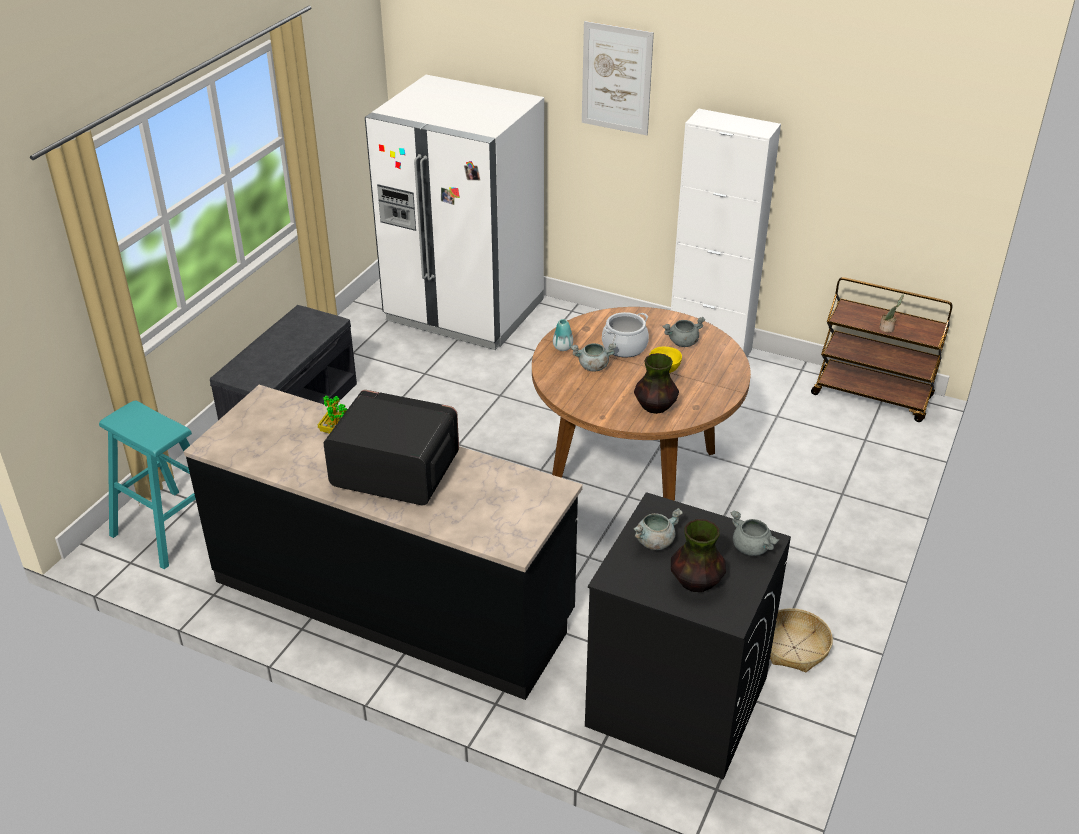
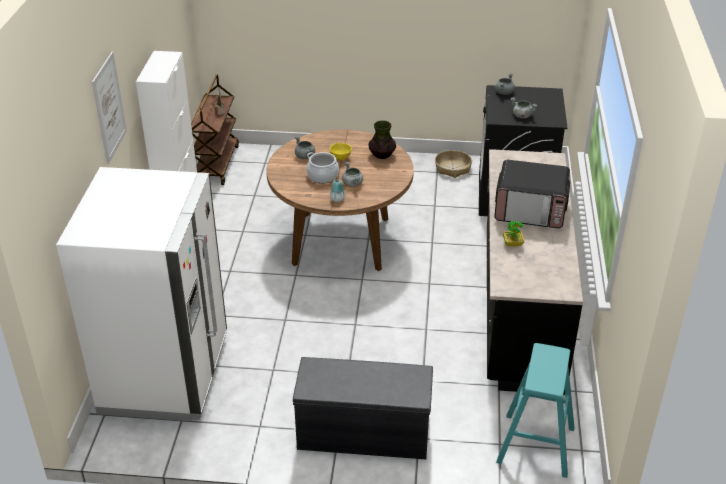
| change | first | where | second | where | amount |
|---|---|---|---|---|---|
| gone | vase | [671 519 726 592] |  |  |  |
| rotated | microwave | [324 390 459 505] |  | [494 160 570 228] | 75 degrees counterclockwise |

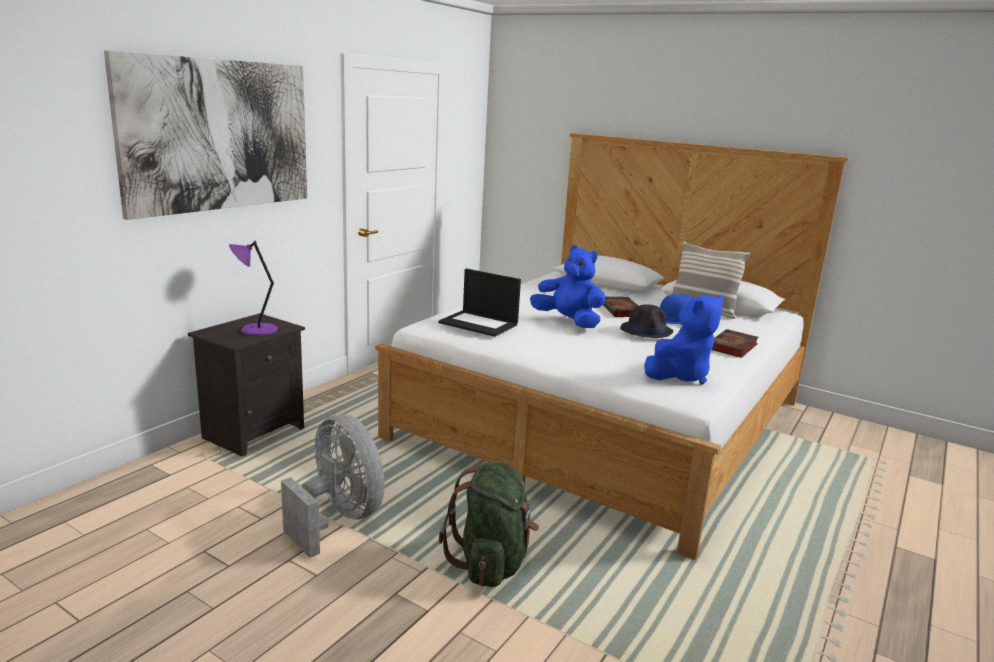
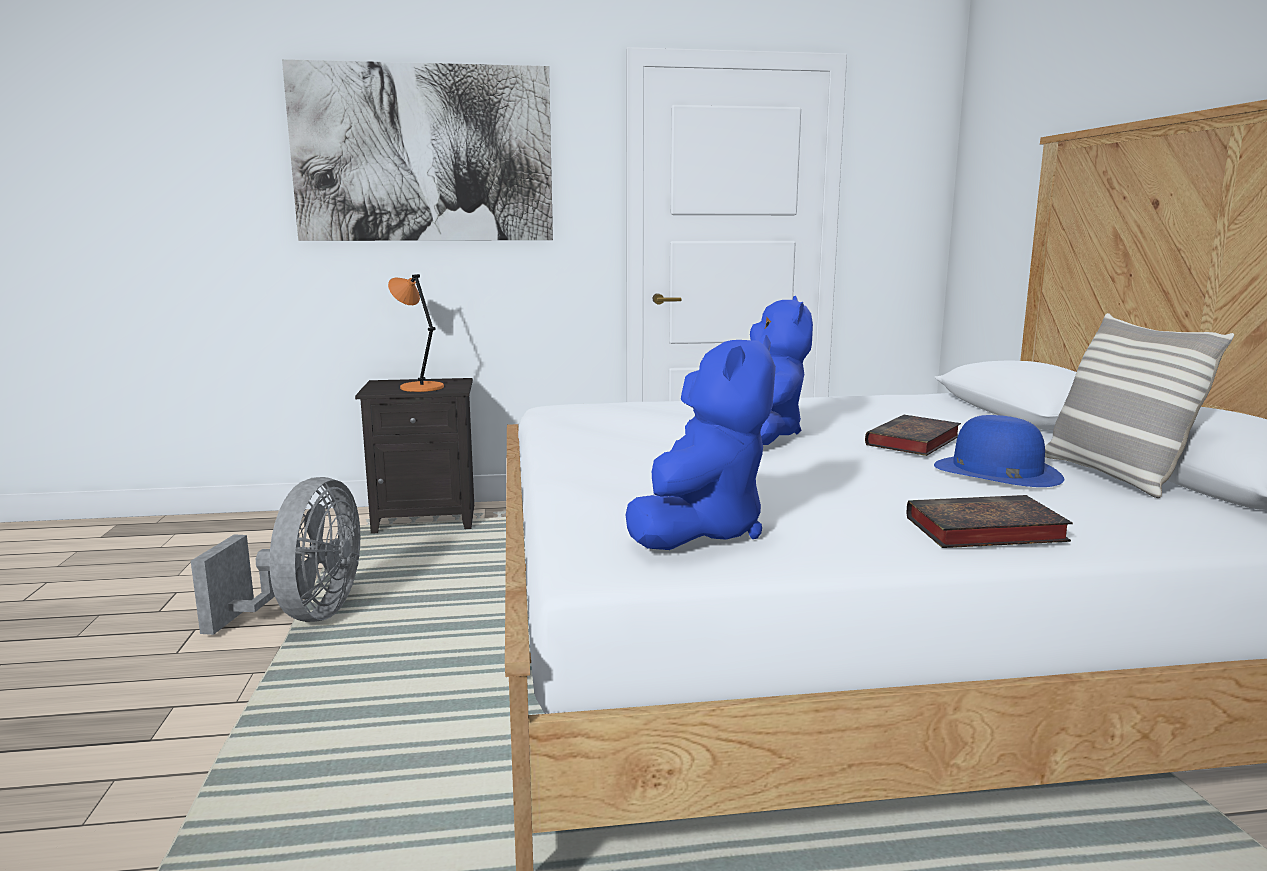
| change | first | where | second | where | amount |
|---|---|---|---|---|---|
| gone | laptop | [438 268 521 337] |  |  |  |
| gone | green_backpack | [439 462 539 587] |  |  |  |
| gone | black_hat | [620 304 673 338] |  |  |  |
| repainted | purple_table_lamp | [229 241 277 336] | orange_table_lamp | [388 274 444 392] |  |
| rotated | blue_plush_toy | [644 295 724 385] |  | [626 335 776 550] | 75 degrees counterclockwise |

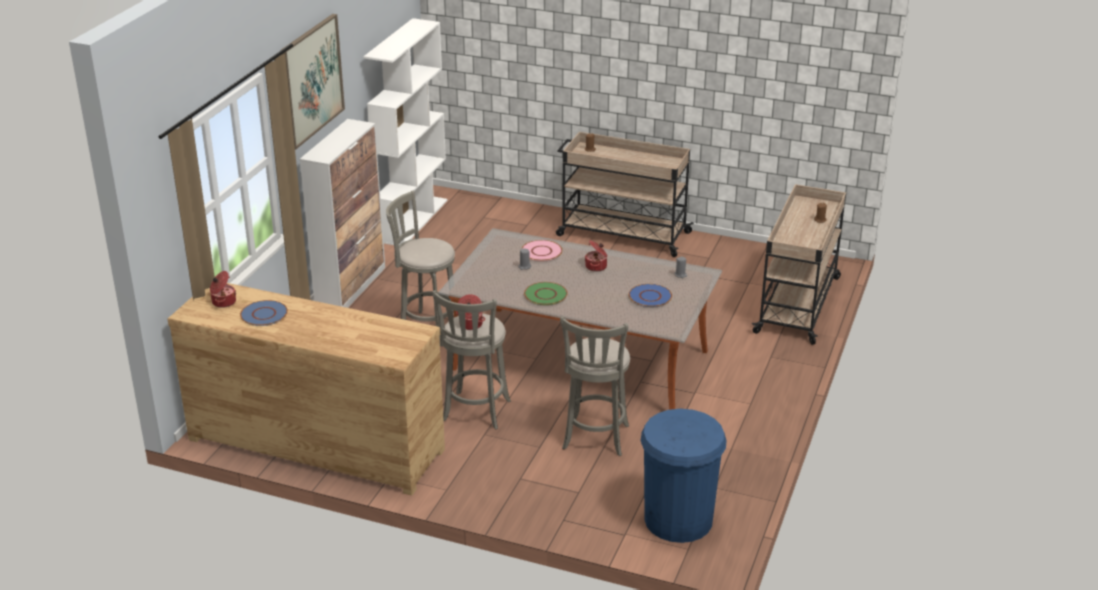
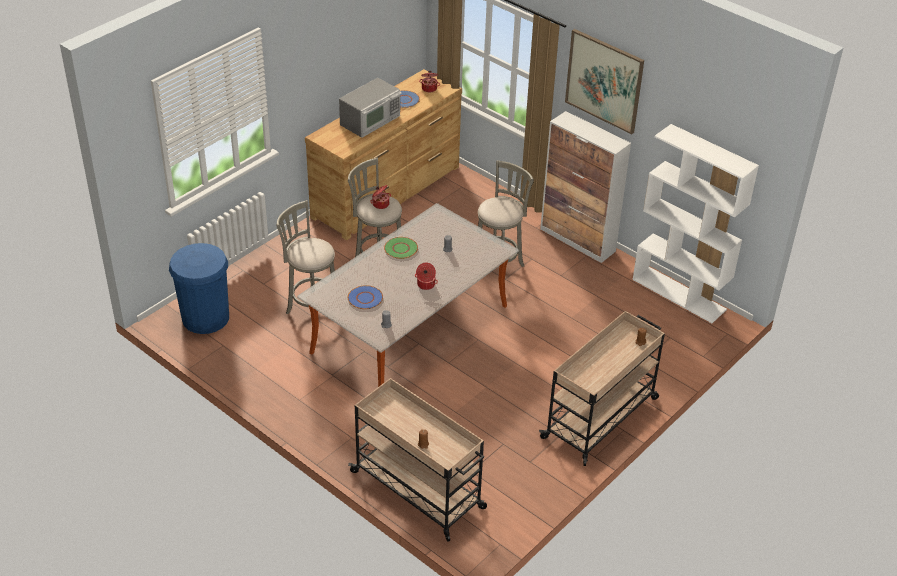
| change | first | where | second | where | amount |
|---|---|---|---|---|---|
| gone | pink_plate | [521 240 562 261] |  |  |  |
| new |  |  | microwave | [339 78 402 138] |  |

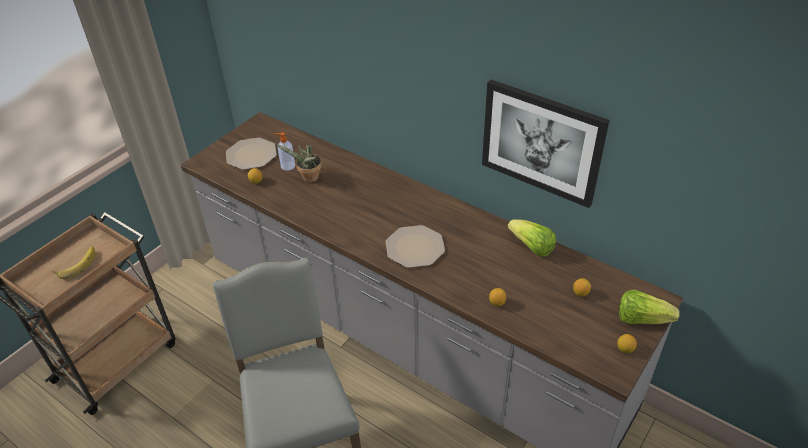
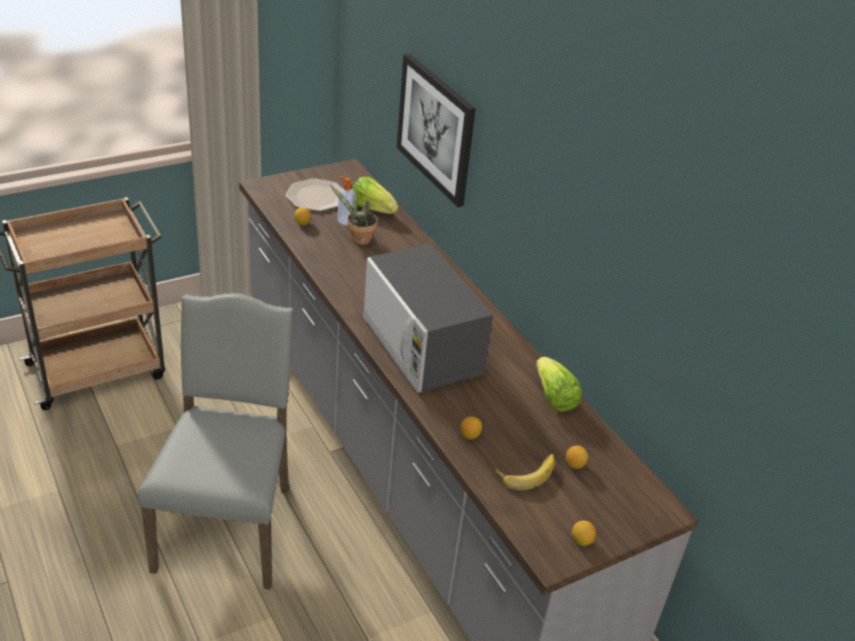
| change | first | where | second | where | amount |
|---|---|---|---|---|---|
| shifted | banana | [52 246 95 279] |  | [495 454 555 490] |  |
| shifted | picture | [482 80 609 208] |  | [397 53 476 207] |  |
| shifted | lettuce | [619 289 680 324] |  | [352 177 398 214] |  |
| swapped | plate | [385 225 445 268] | microwave | [362 244 493 393] |  |

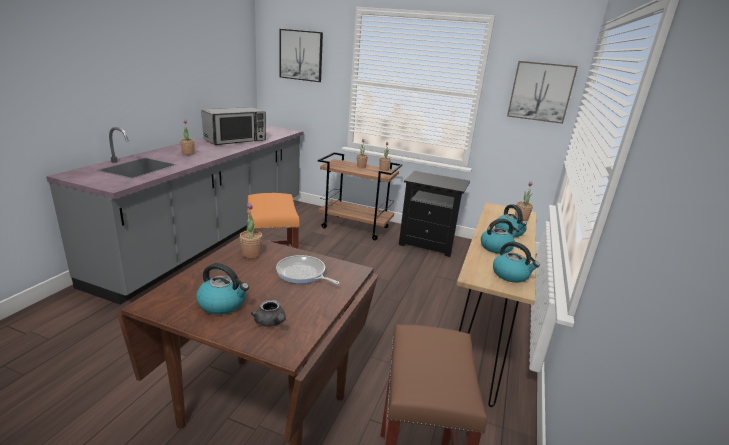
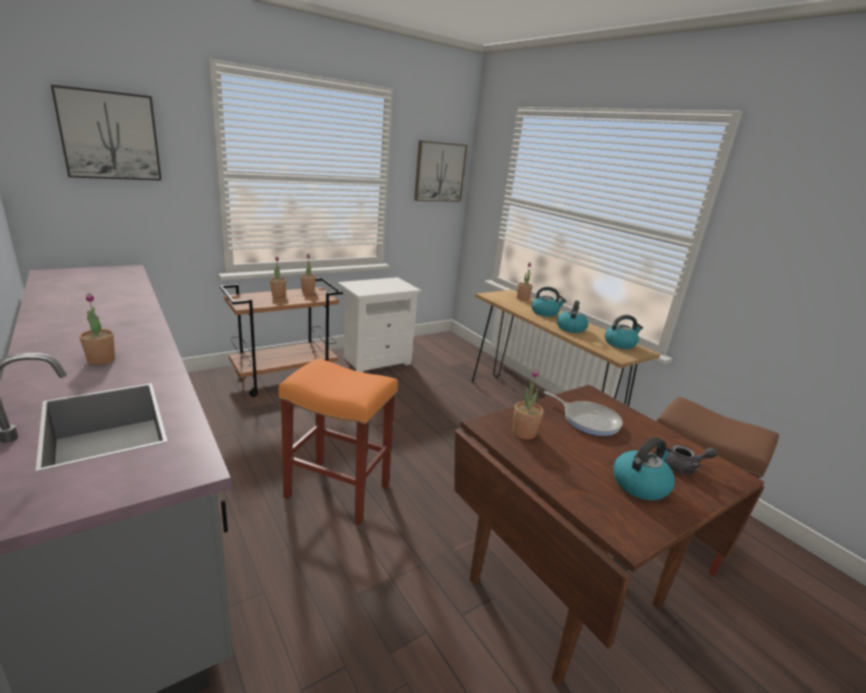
| change | first | where | second | where | amount |
|---|---|---|---|---|---|
| gone | microwave | [201 107 266 145] |  |  |  |
| repainted | black_nightstand | [399 171 470 257] | white_nightstand | [338 277 421 372] |  |
| rotated | frying_pan | [276 255 339 284] |  | [544 391 623 436] | 120 degrees counterclockwise |

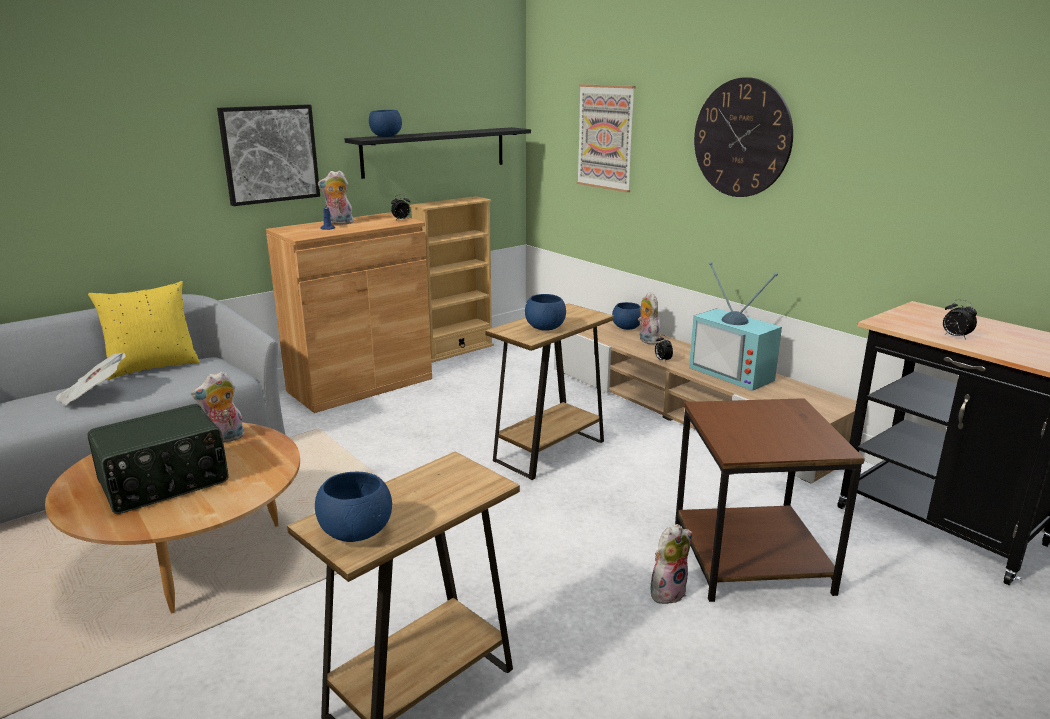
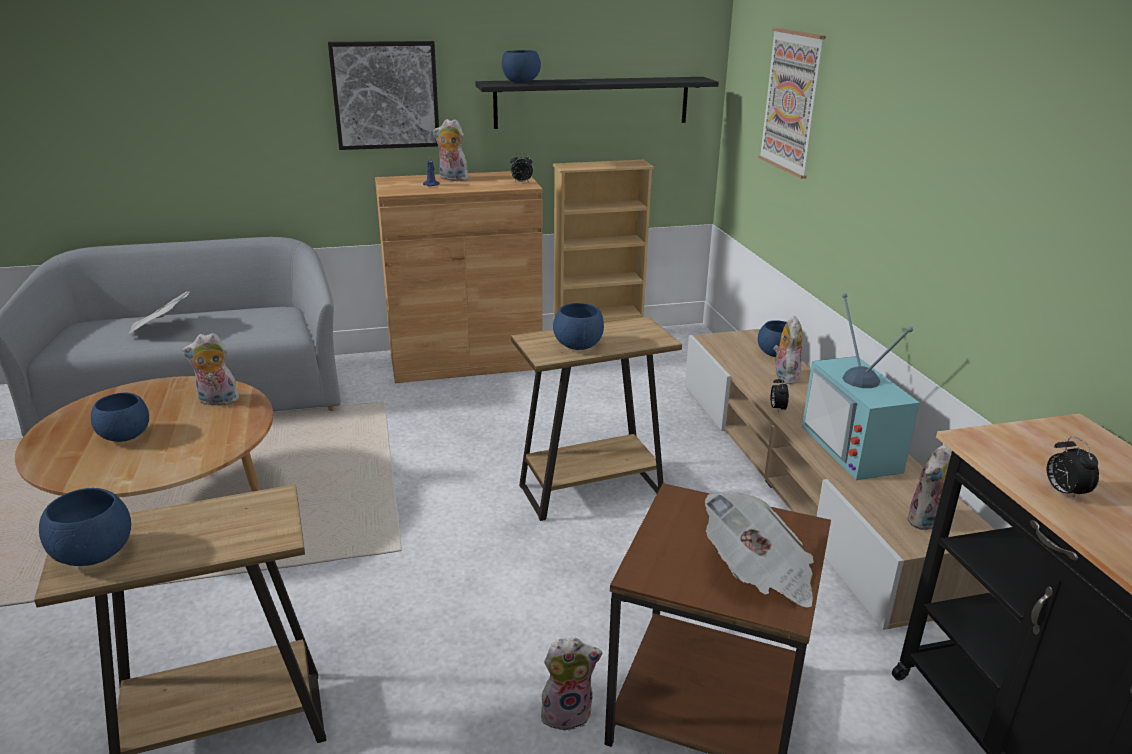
| change | first | where | second | where | amount |
|---|---|---|---|---|---|
| gone | yellow_pillow | [88 281 200 380] |  |  |  |
| gone | wall_clock | [694 77 793 197] |  |  |  |
| new |  |  | newspaper | [705 492 814 608] |  |
| new |  |  | plush_toy | [906 444 952 531] |  |
| swapped | radio | [87 404 228 514] | blue_bowl | [91 393 149 442] |  |

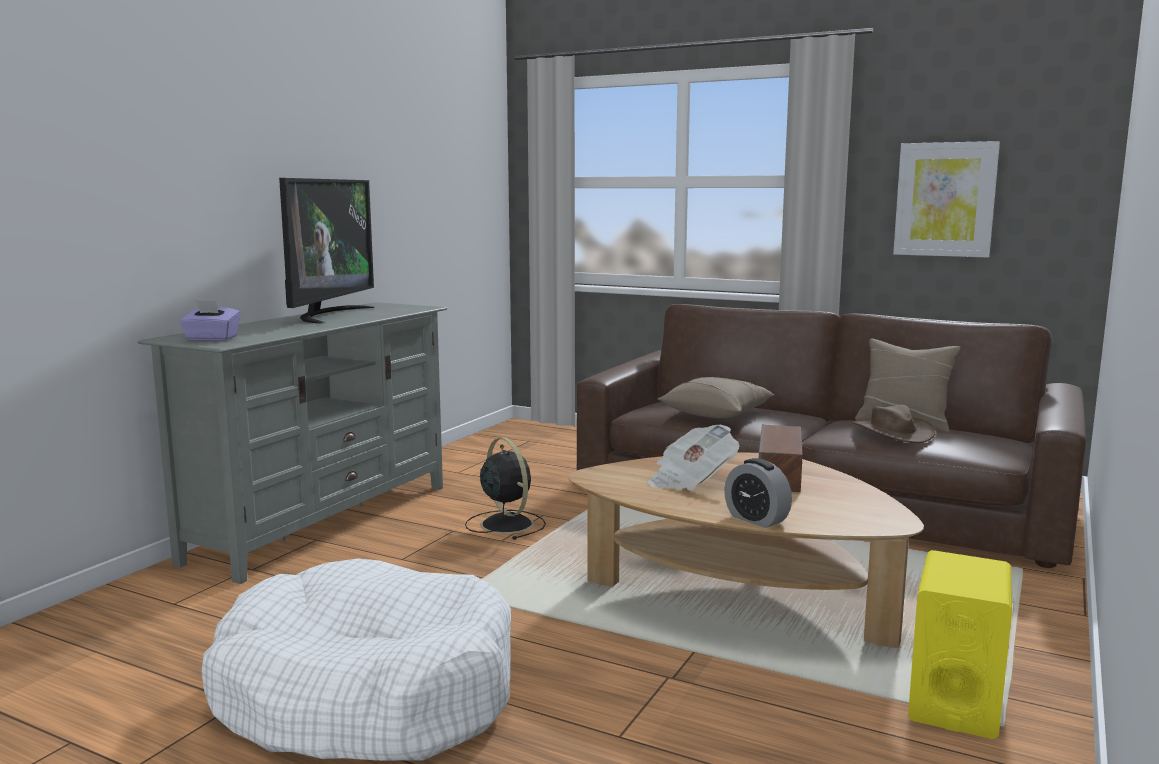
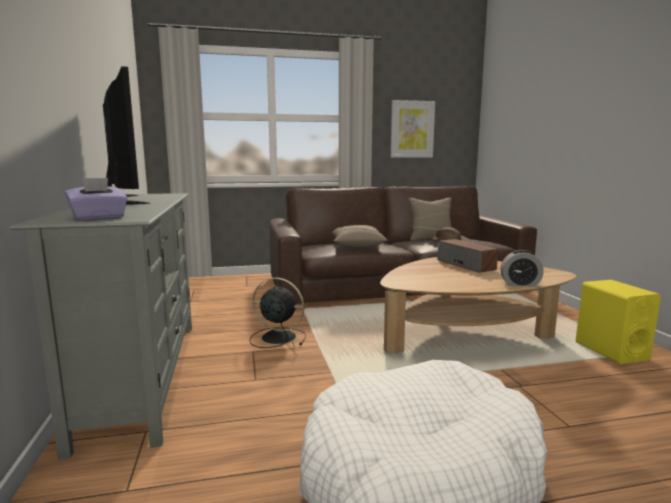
| change | first | where | second | where | amount |
|---|---|---|---|---|---|
| gone | newspaper | [648 425 739 490] |  |  |  |

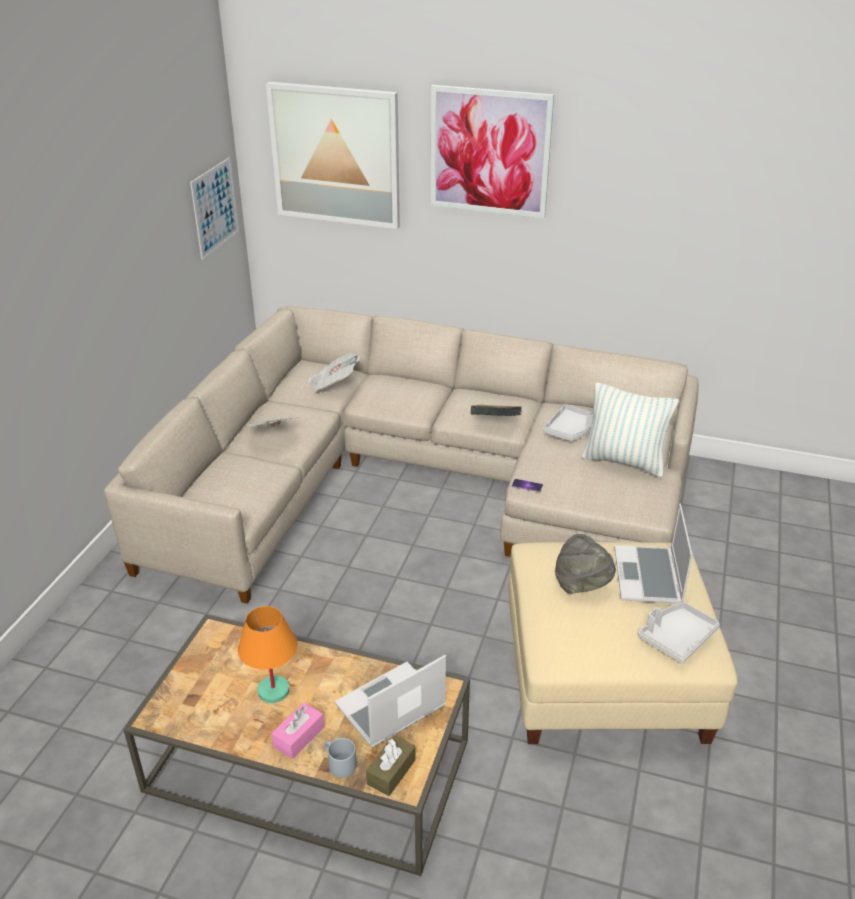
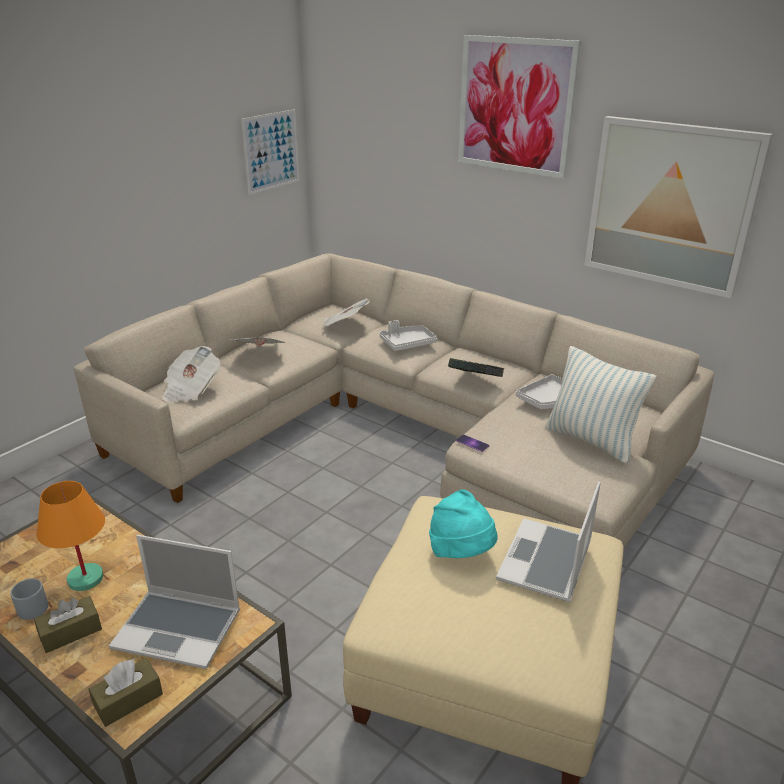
| change | first | where | second | where | amount |
|---|---|---|---|---|---|
| new |  |  | newspaper | [162 346 221 402] |  |
| shifted | picture | [266 82 400 229] |  | [585 116 773 298] |  |
| shifted | grey_mug | [324 738 357 778] |  | [10 578 48 620] |  |
| shifted | grey_tray | [638 602 720 664] |  | [379 320 437 351] |  |
| repainted | pink_tissue_box | [271 702 324 759] | brown_tissue_box | [34 596 102 653] |  |
| repainted | grey_hat | [555 534 616 594] | turquoise_hat | [429 490 498 558] |  |
| rotated | laptop | [334 655 446 748] |  | [109 535 240 669] | 150 degrees counterclockwise |

